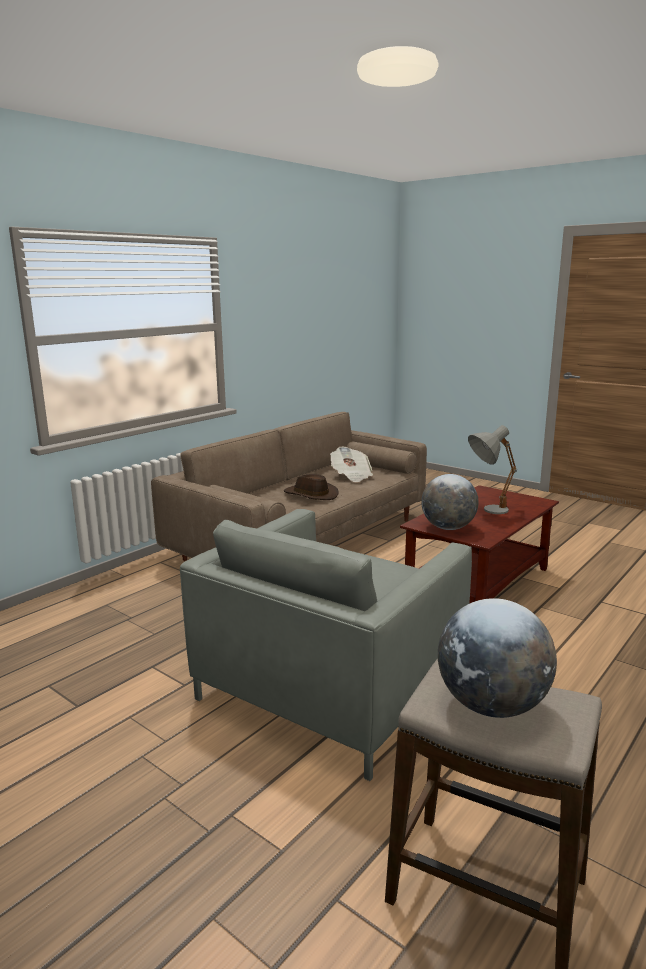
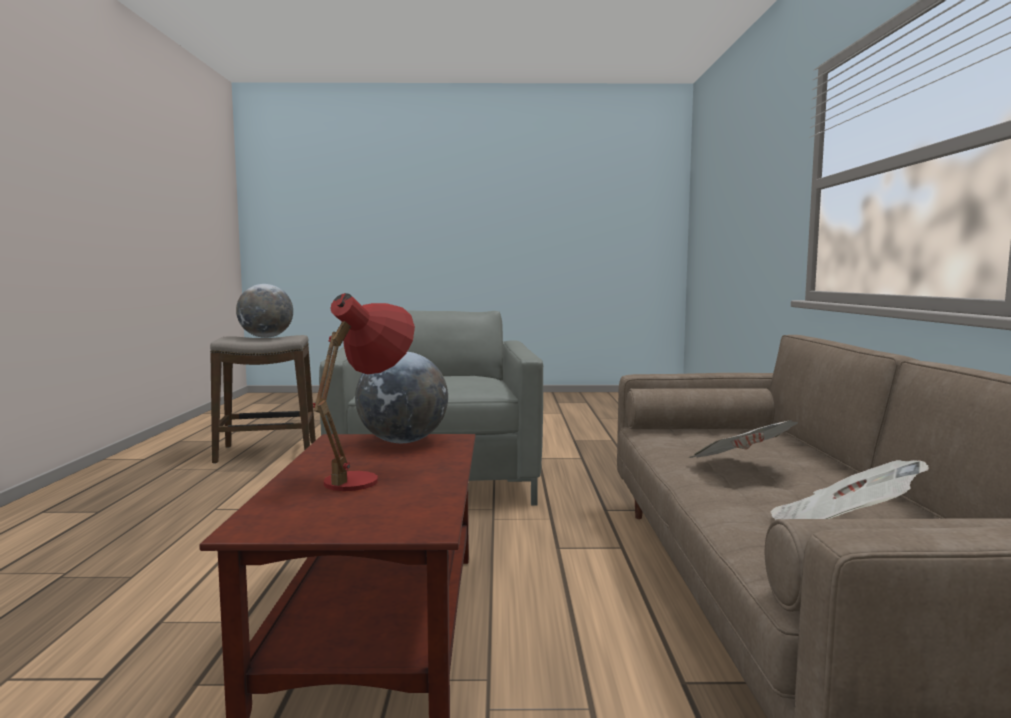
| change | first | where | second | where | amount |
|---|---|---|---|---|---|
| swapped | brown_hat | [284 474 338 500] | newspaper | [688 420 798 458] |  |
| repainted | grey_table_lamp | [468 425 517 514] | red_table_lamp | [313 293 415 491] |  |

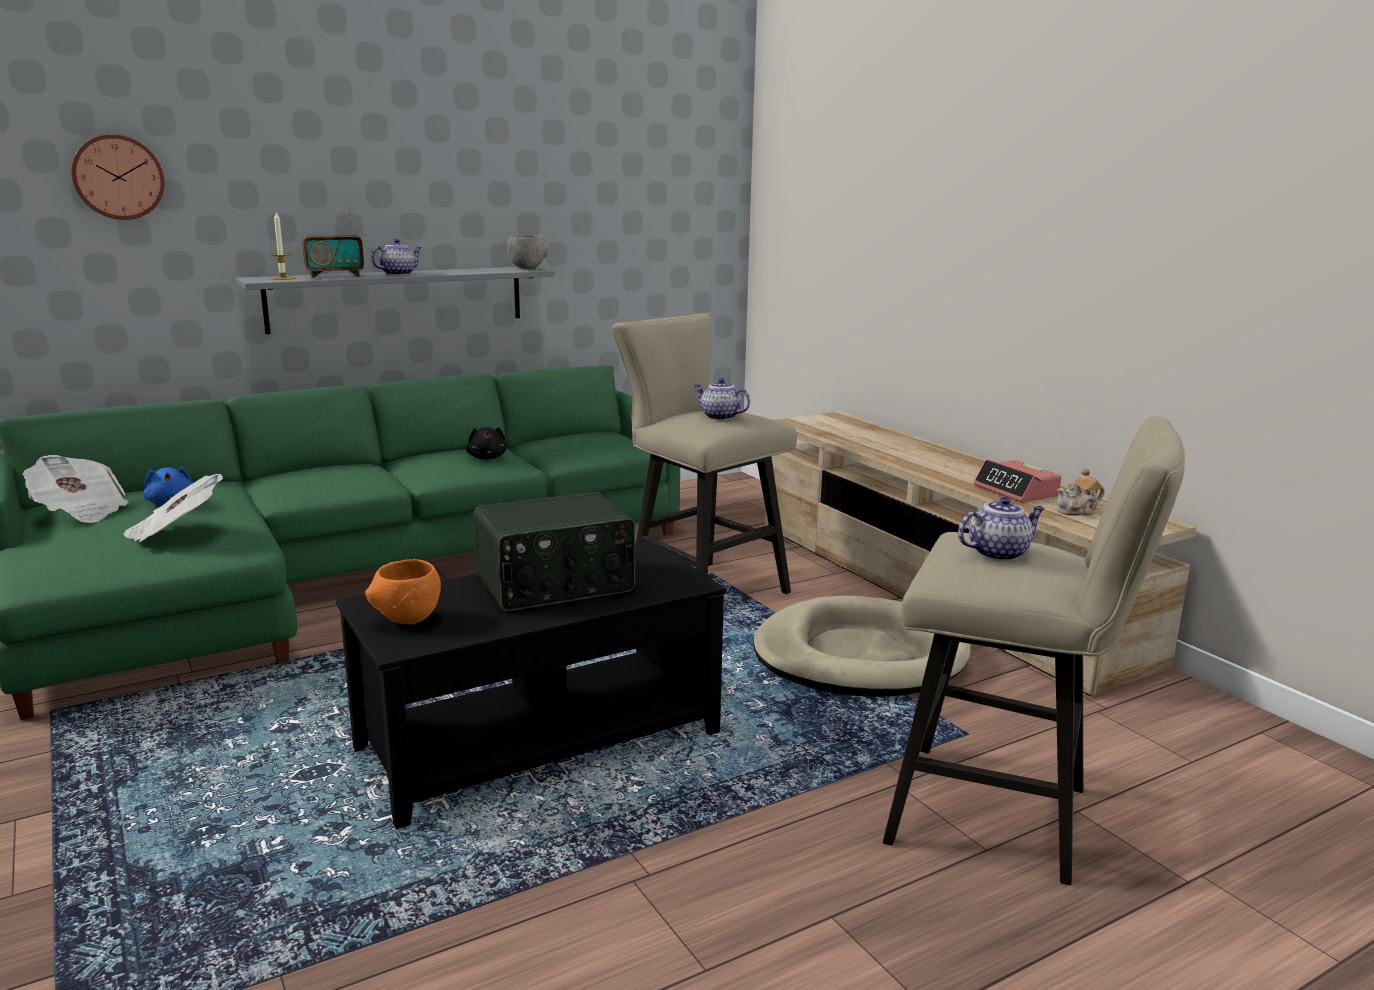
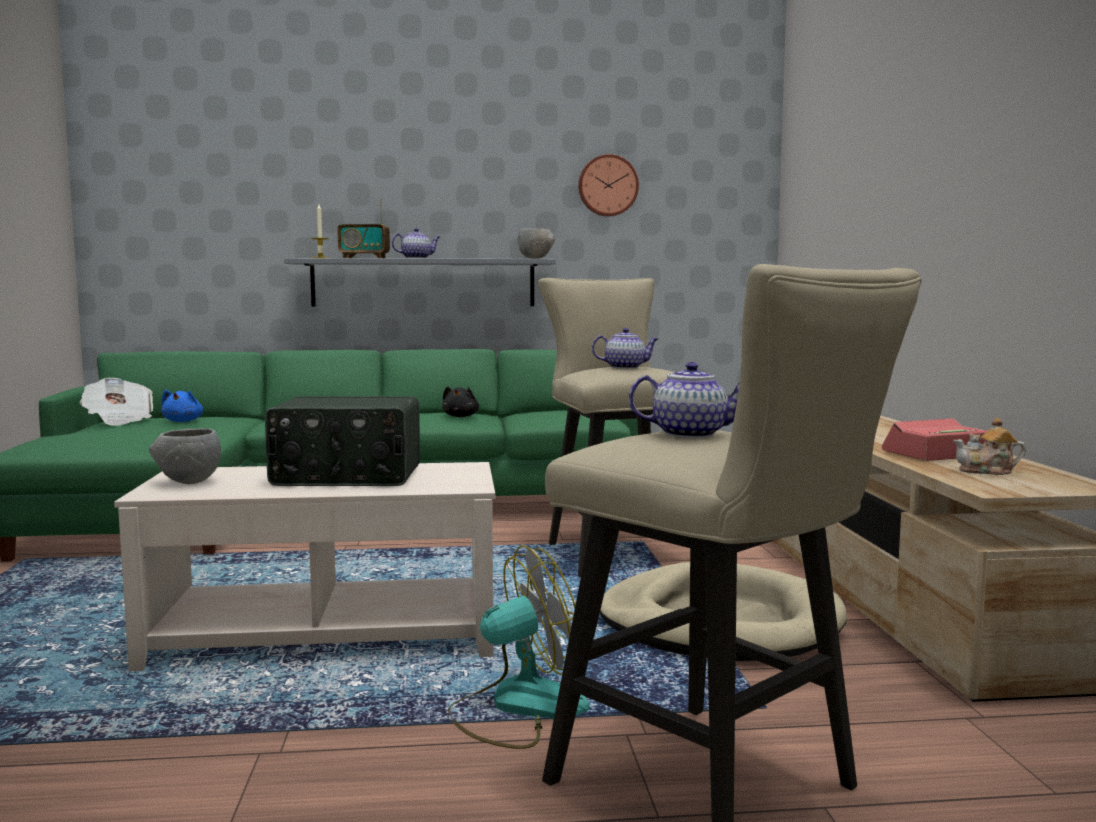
| change | first | where | second | where | amount |
|---|---|---|---|---|---|
| gone | newspaper | [123 474 223 542] |  |  |  |
| new |  |  | fan | [448 546 590 749] |  |
| shifted | wall_clock | [71 134 165 220] |  | [578 154 639 217] |  |
| repainted | black_coffee_table | [336 541 726 829] | beige_coffee_table | [114 462 495 672] |  |
| repainted | orange_bowl | [365 559 441 625] | grey_bowl | [149 428 221 484] |  |
| rotated | teapot | [693 378 750 420] |  | [592 328 658 369] | 120 degrees clockwise |
| rotated | alarm_clock | [974 459 1062 503] |  | [882 418 987 461] | 75 degrees clockwise |

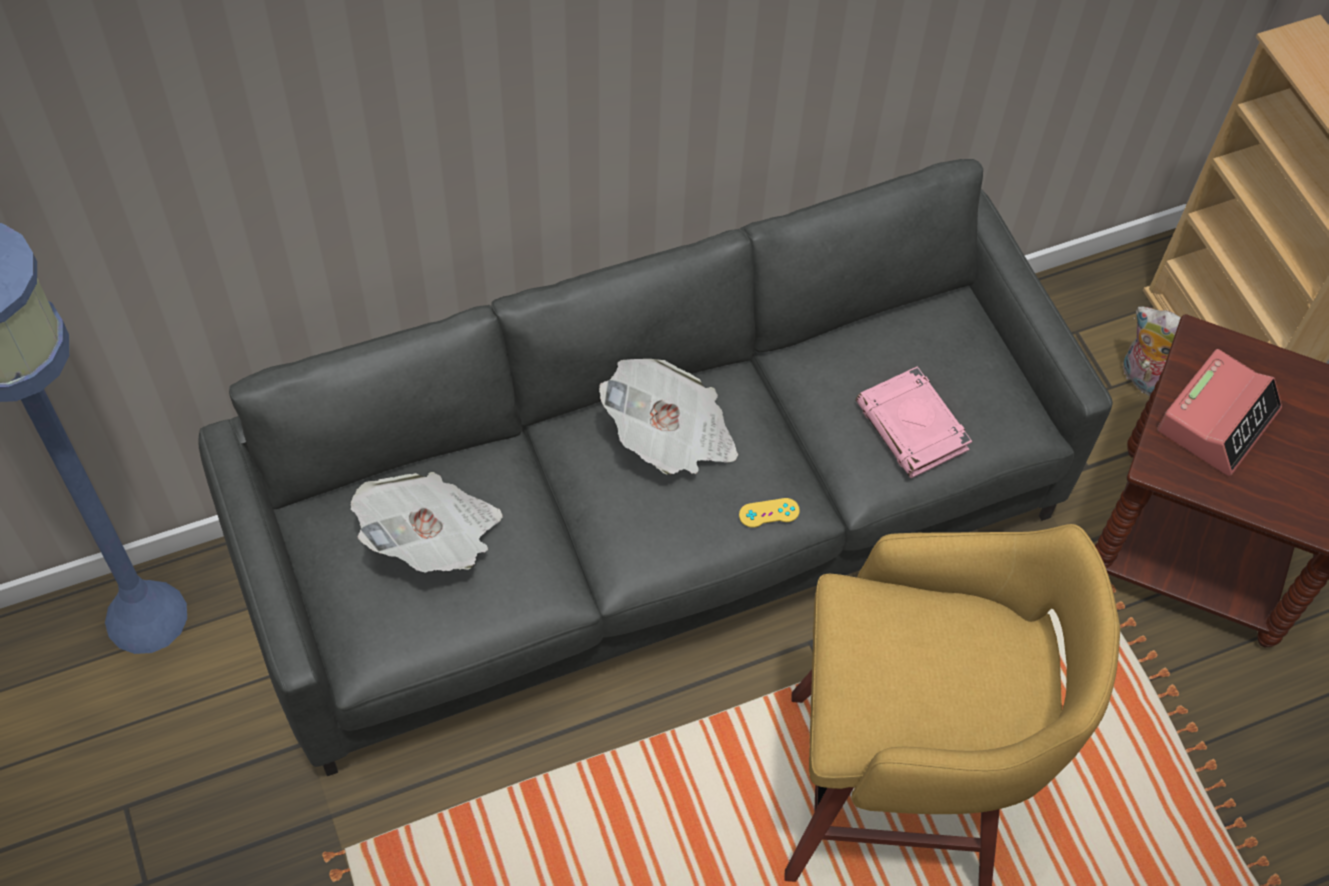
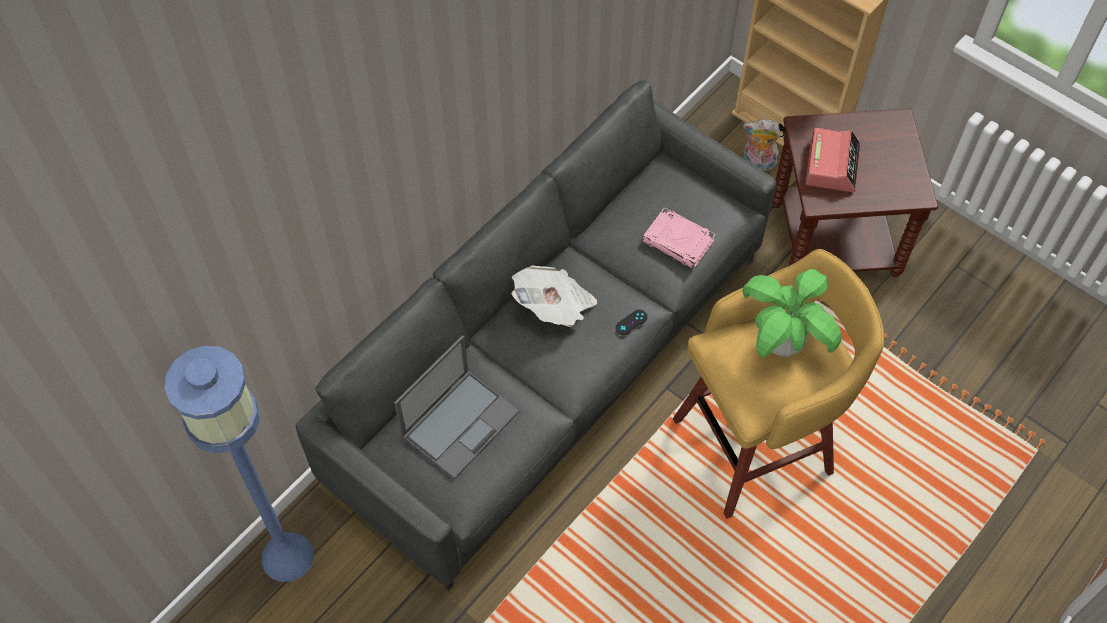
| change | first | where | second | where | amount |
|---|---|---|---|---|---|
| new |  |  | potted_plant | [742 269 842 358] |  |
| swapped | newspaper | [351 472 503 572] | laptop | [394 335 519 479] |  |
| repainted | yellow_game_controller | [739 498 800 528] | black_game_controller | [615 310 648 335] |  |

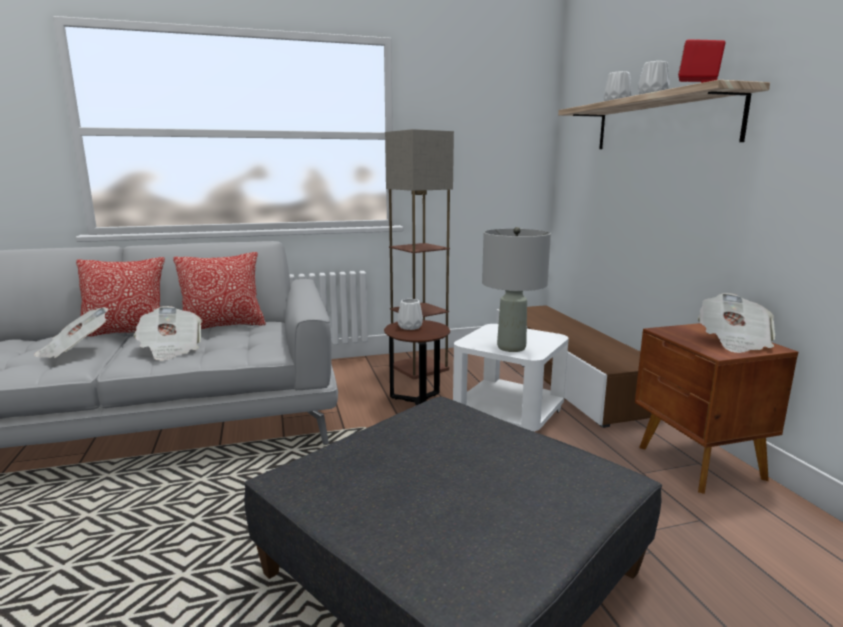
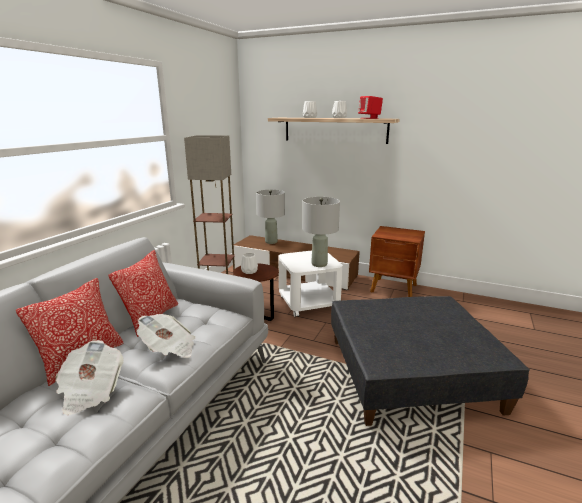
| change | first | where | second | where | amount |
|---|---|---|---|---|---|
| gone | newspaper | [698 293 775 353] |  |  |  |
| new |  |  | grey_table_lamp | [256 190 285 244] |  |

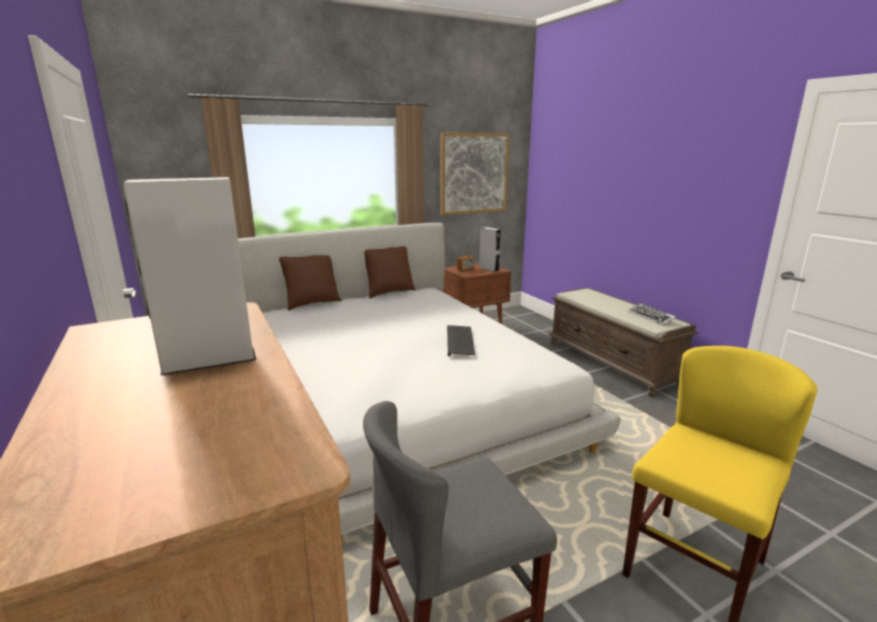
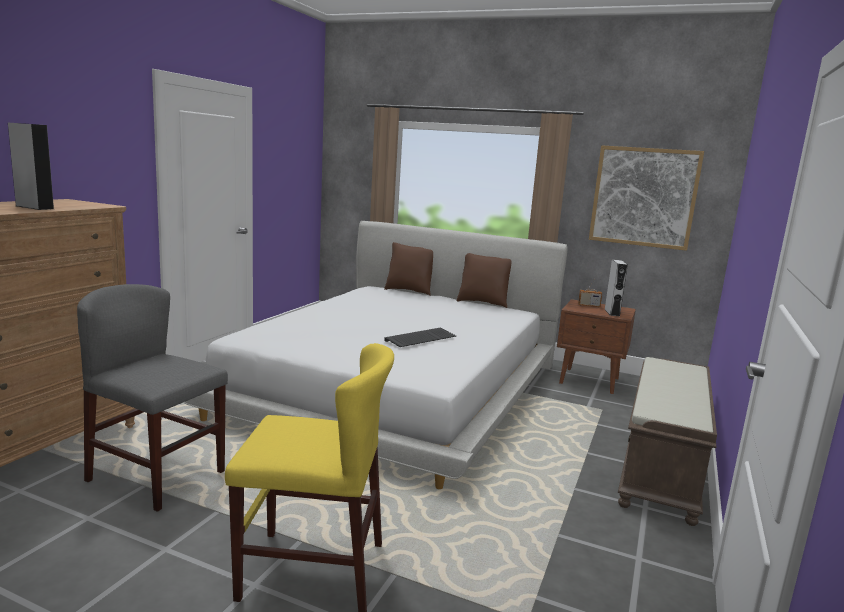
| change | first | where | second | where | amount |
|---|---|---|---|---|---|
| gone | keyboard | [628 303 676 326] |  |  |  |

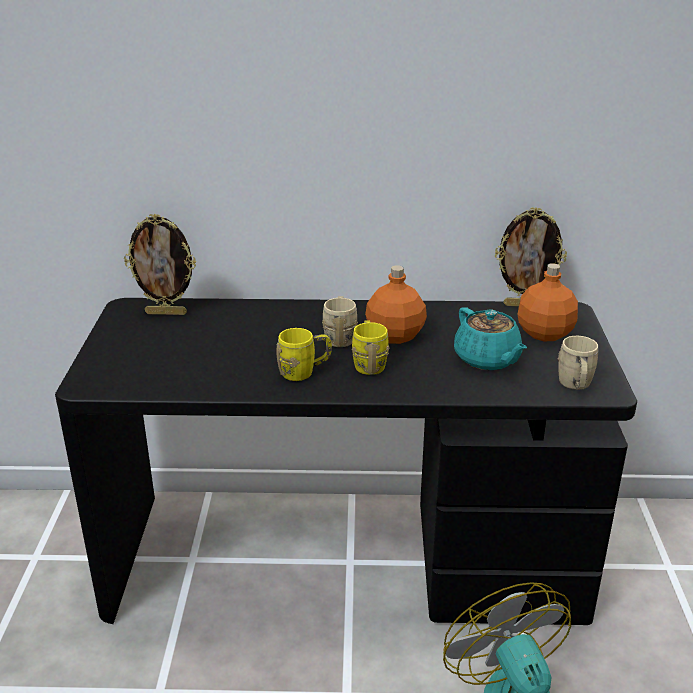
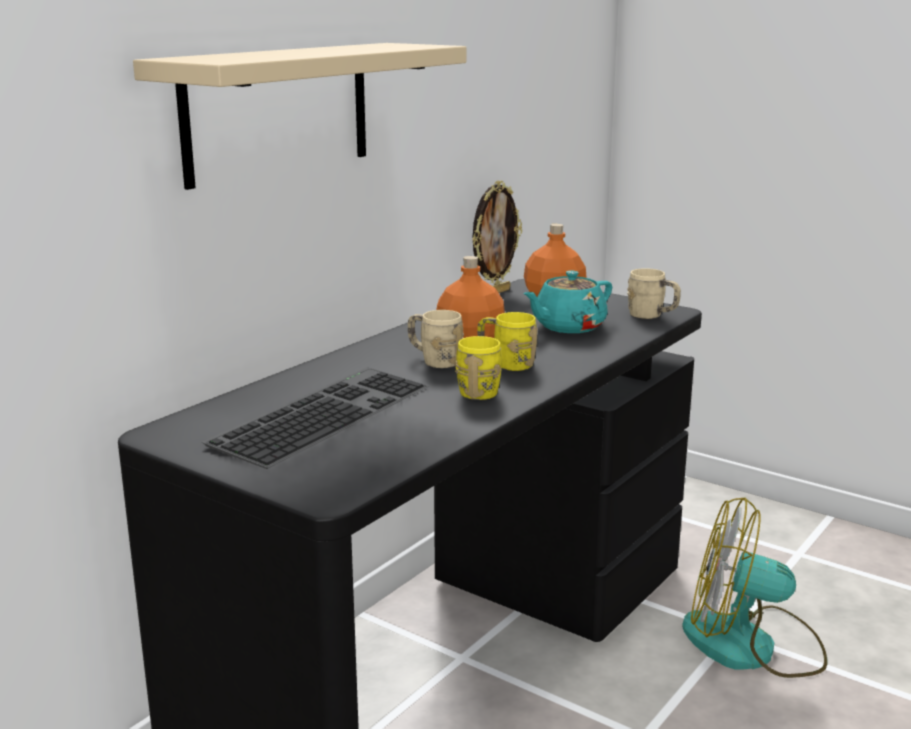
| change | first | where | second | where | amount |
|---|---|---|---|---|---|
| gone | picture_frame | [124 214 196 315] |  |  |  |
| new |  |  | beige_shelf | [133 43 466 190] |  |
| new |  |  | keyboard | [202 367 429 469] |  |
| rotated | turquoise_teapot | [454 308 527 370] |  | [523 271 612 333] | 135 degrees clockwise |

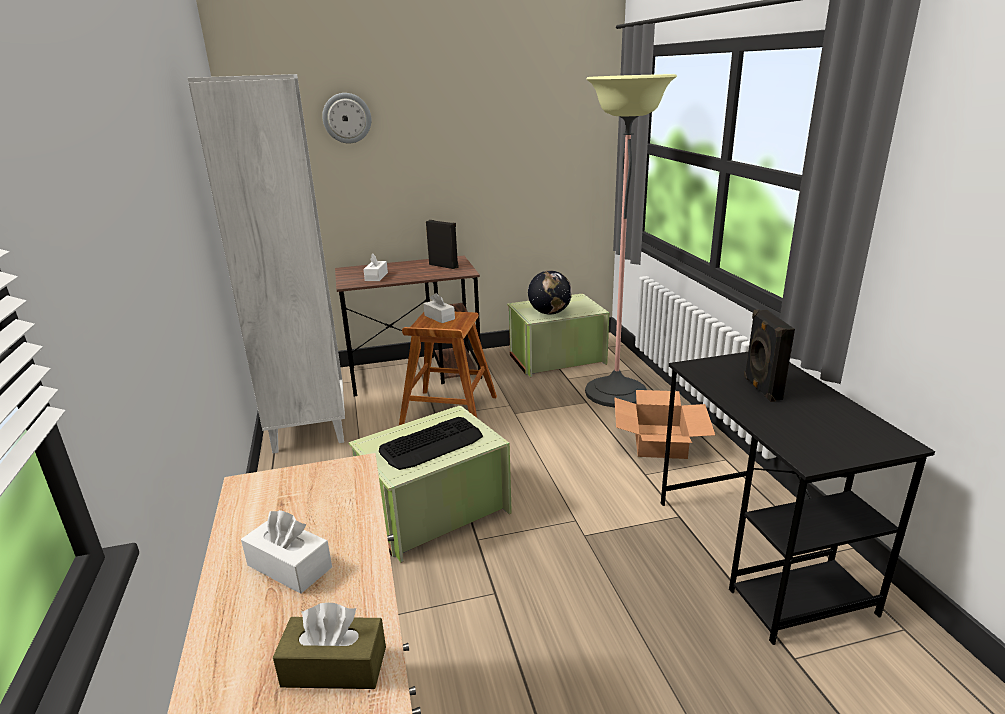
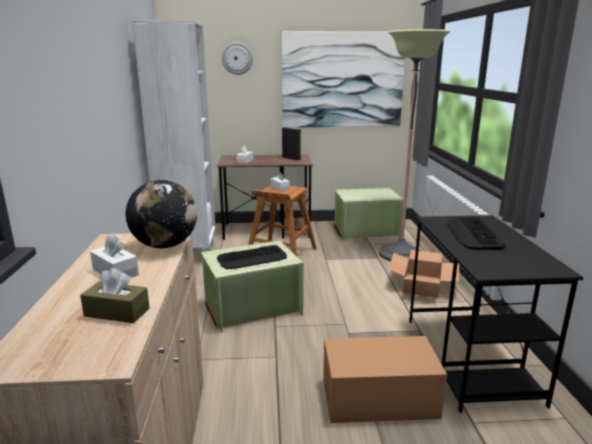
| change | first | where | second | where | amount |
|---|---|---|---|---|---|
| new |  |  | picture | [282 31 405 128] |  |
| new |  |  | cardboard_box | [323 336 447 423] |  |
| shifted | globe | [528 270 572 315] |  | [126 180 197 248] |  |
| swapped | black_speaker | [744 309 795 402] | keyboard | [447 217 506 250] |  |

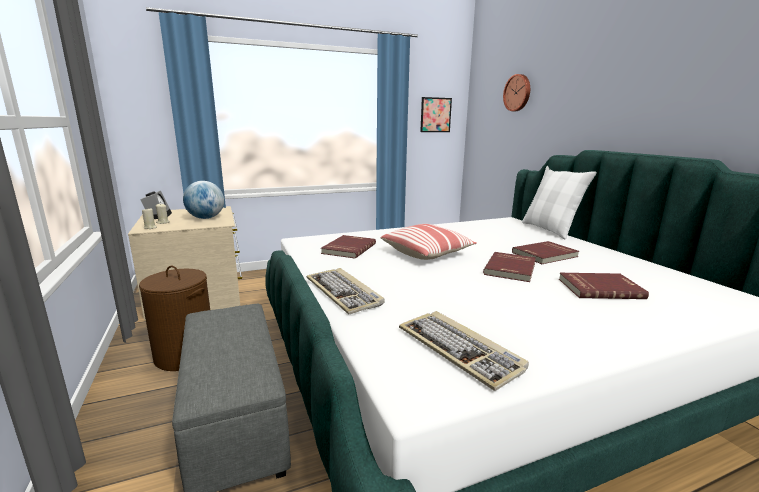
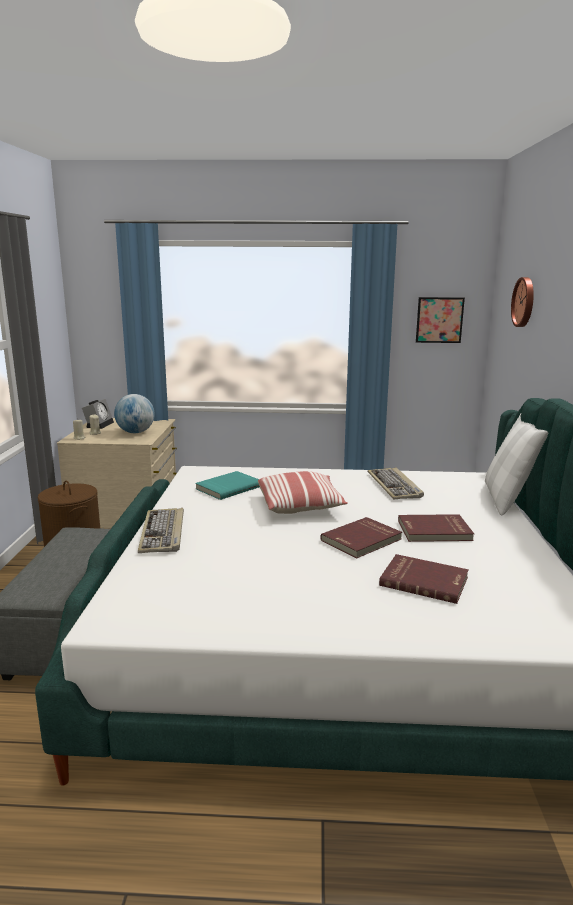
| change | first | where | second | where | amount |
|---|---|---|---|---|---|
| shifted | keyboard | [399 311 529 391] |  | [368 467 424 499] |  |
| repainted | red_book | [321 235 376 259] | turquoise_book | [195 471 260 500] |  |

